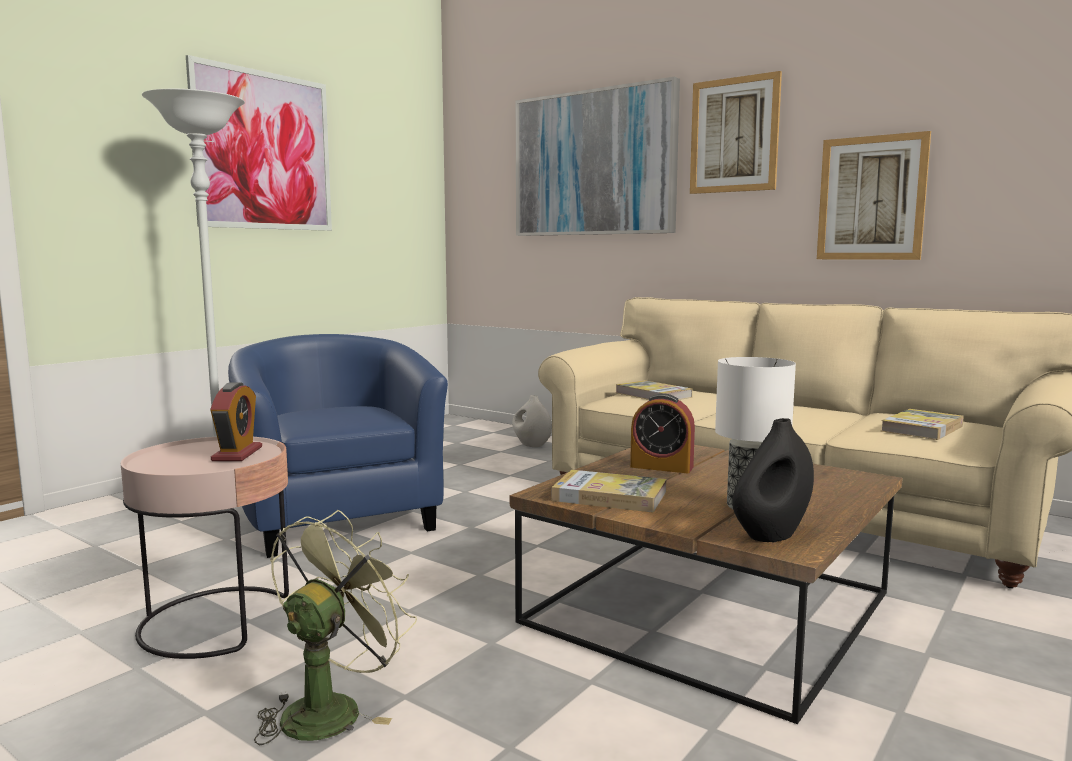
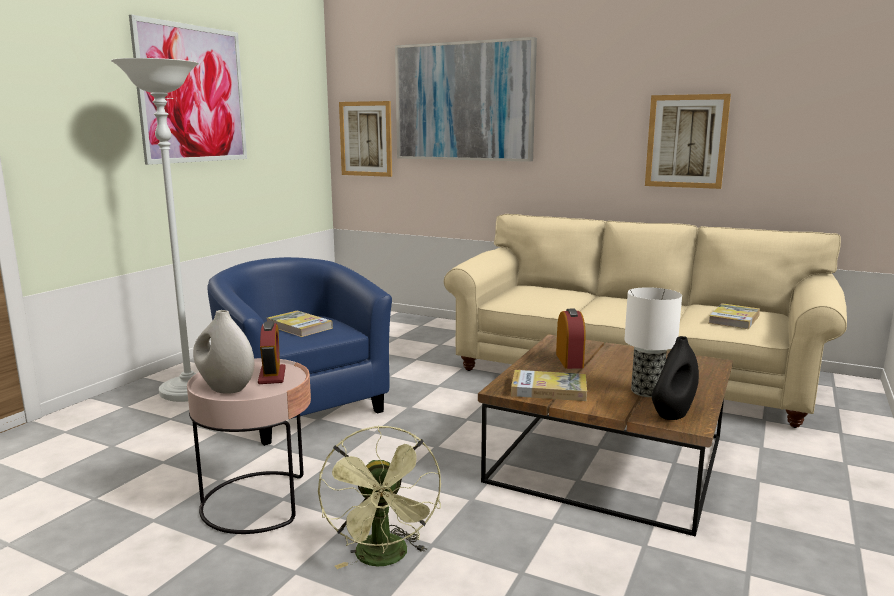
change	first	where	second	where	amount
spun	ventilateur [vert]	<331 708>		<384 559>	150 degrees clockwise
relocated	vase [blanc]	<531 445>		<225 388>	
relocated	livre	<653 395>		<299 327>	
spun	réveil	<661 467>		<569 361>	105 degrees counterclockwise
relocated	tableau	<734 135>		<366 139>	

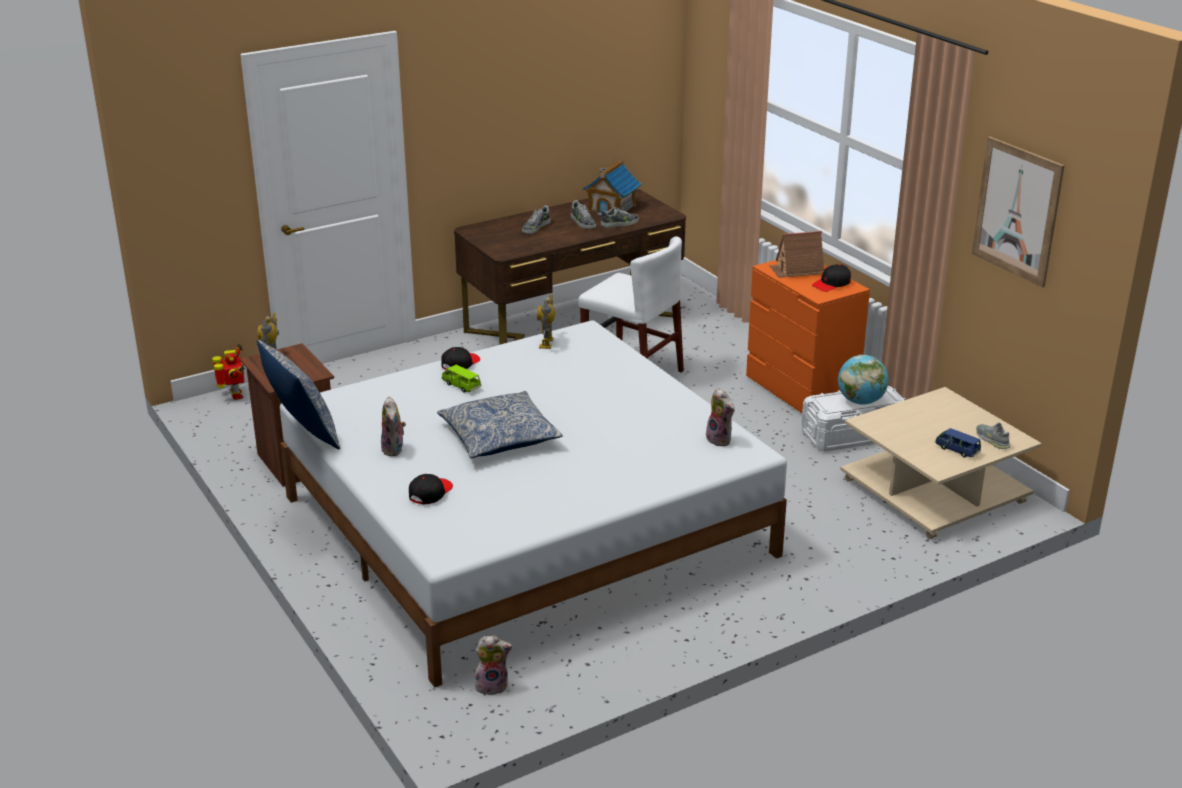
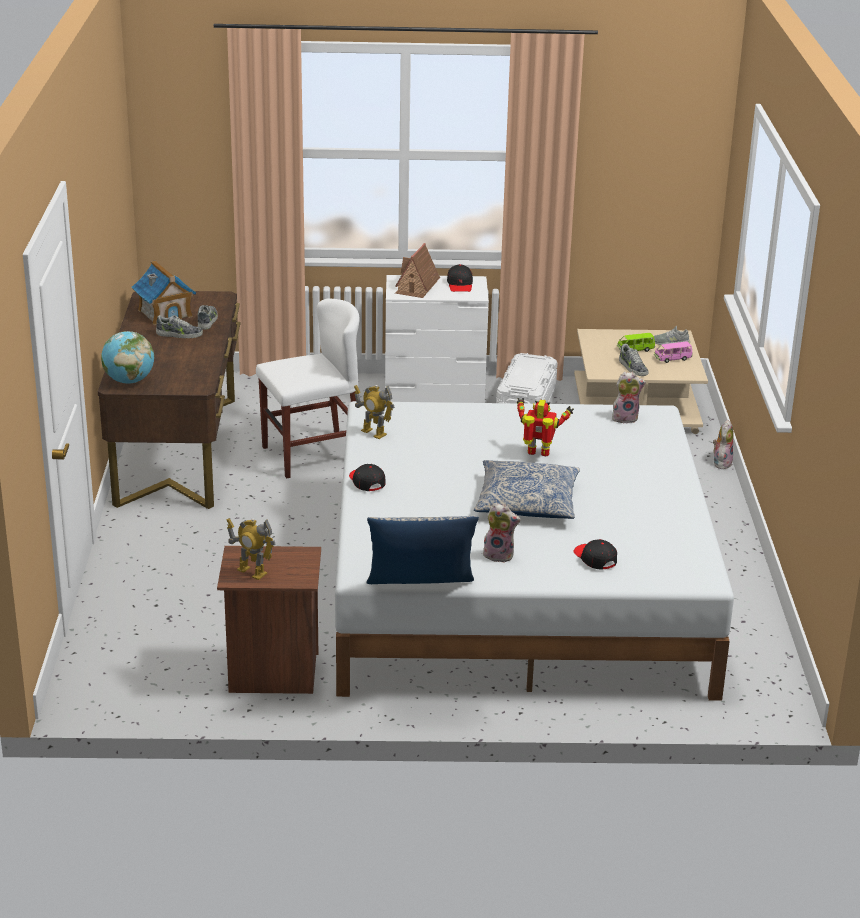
change	first	where	second	where	amount
relocated	robot jouet	<235 396>		<539 454>	
relocated	petite voiture [vert]	<461 386>		<635 350>	
relocated	peluche	<492 685>		<721 463>	
relocated	chaussure	<536 227>		<632 368>	
colour	commode [orange]	<801 391>	commode [blanc]	<434 399>	
relocated	globe	<860 401>		<129 381>	
colour	petite voiture [bleu]	<957 450>	petite voiture [rose]	<672 359>	
missing	tableau	<1017 211>			

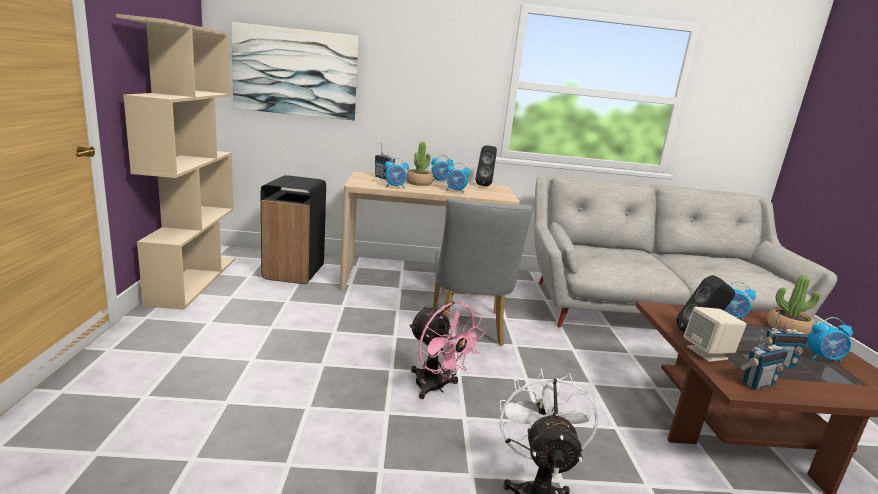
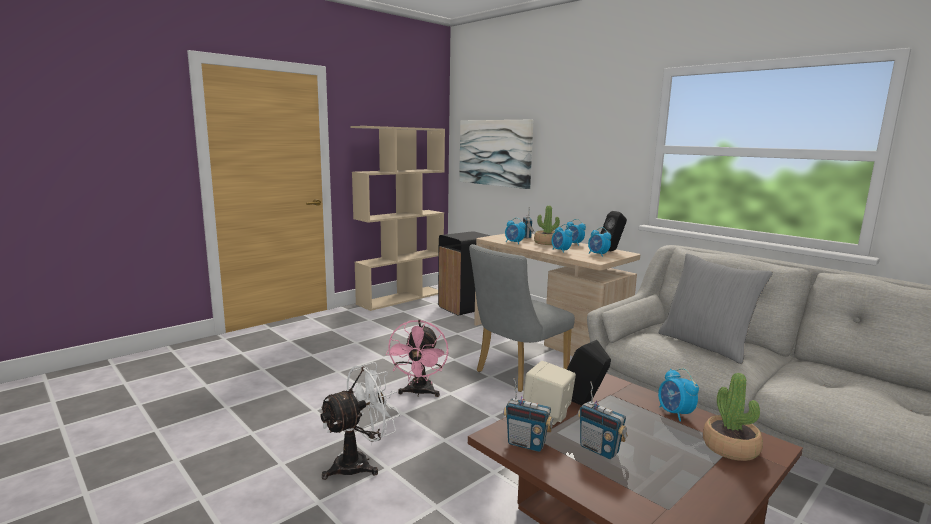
change	first	where	second	where	amount
relocated	réveil	<823 358>		<598 254>	
appeared			coussin [gris]	<706 345>	

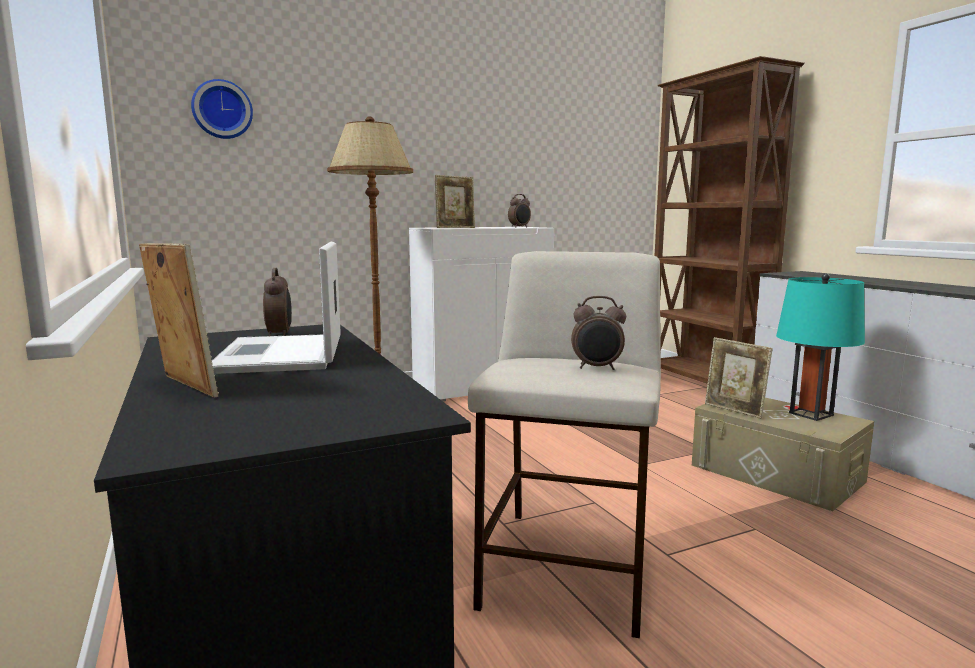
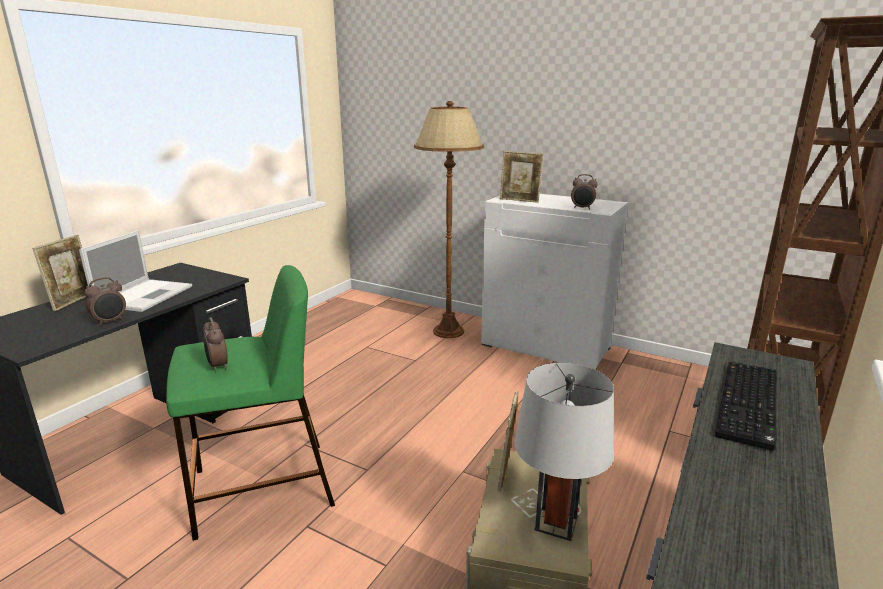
change	first	where	second	where	amount
missing	horloge murale	<222 110>			
spun	ordinateur portable	<282 355>		<145 295>	150 degrees clockwise
relocated	réveil	<280 335>		<110 321>	
colour	tabouret [beige]	<568 568>	tabouret [vert]	<261 488>	
colour	lampe de table [turquoise]	<811 414>	lampe de table [gris]	<556 523>	
appeared			clavier	<750 405>	

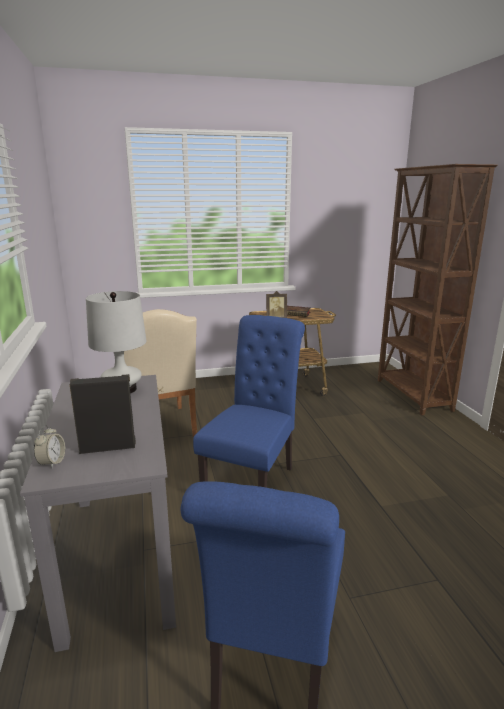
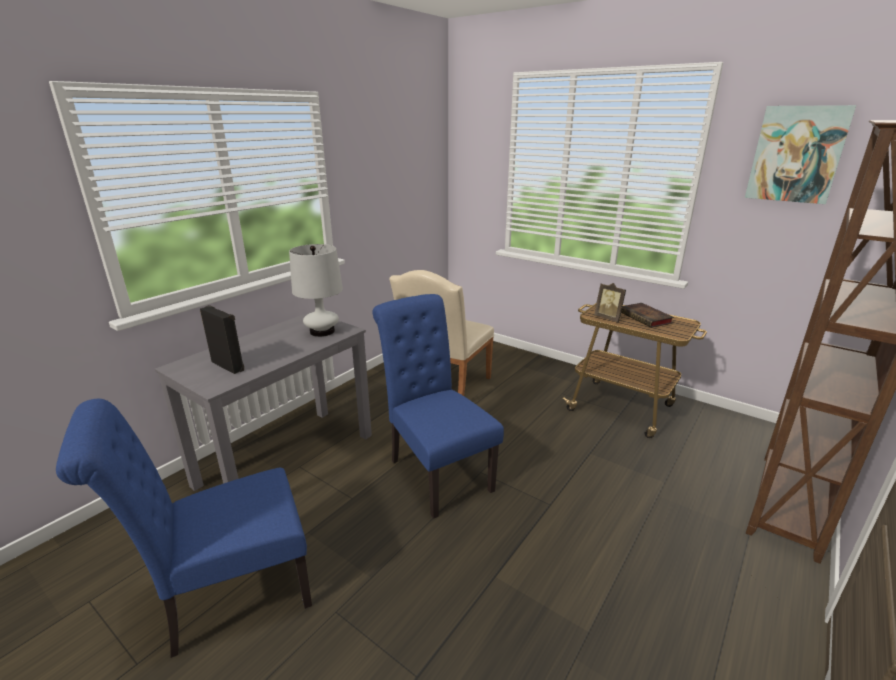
change	first	where	second	where	amount
missing	réveil	<52 462>			
spun	chaise [bleu]	<253 480>		<436 471>	105 degrees counterclockwise
appeared			tableau	<796 154>	

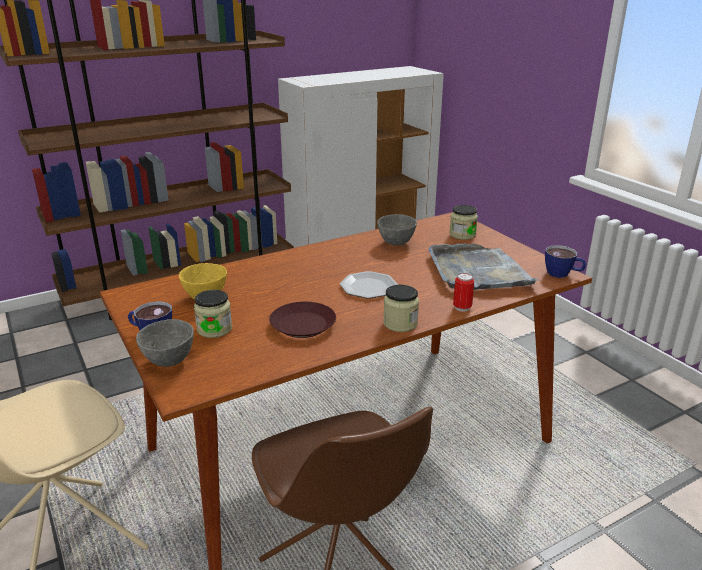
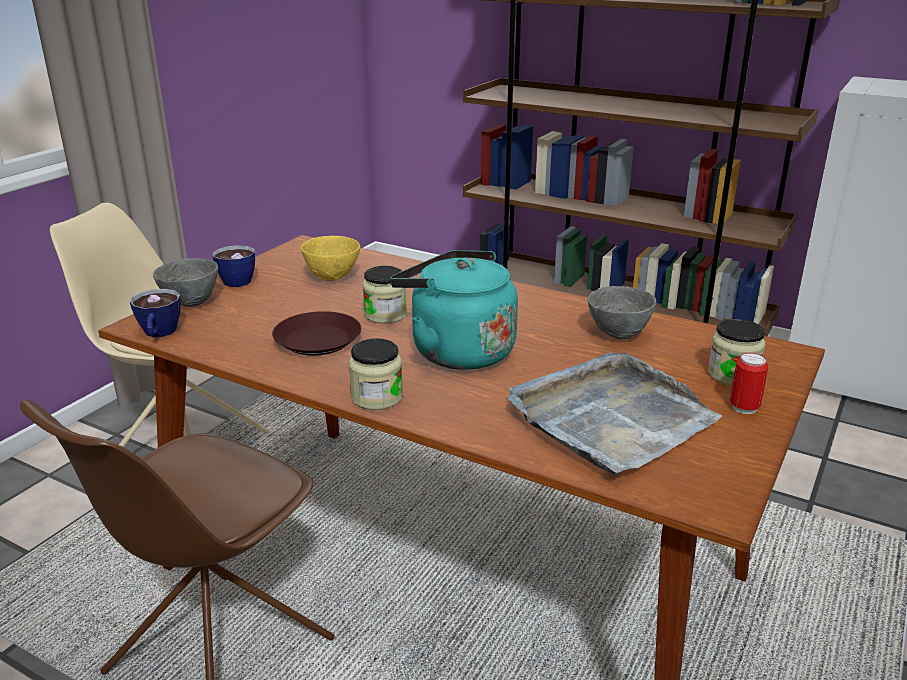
change	first	where	second	where	amount
relocated	bocal	<214 329>		<385 315>	
exchanged	assiette	<368 287>	bouilloire [turquoise]	<457 351>	
relocated	boîte métallique	<462 308>		<744 408>	
relocated	tasse	<563 274>		<159 334>	

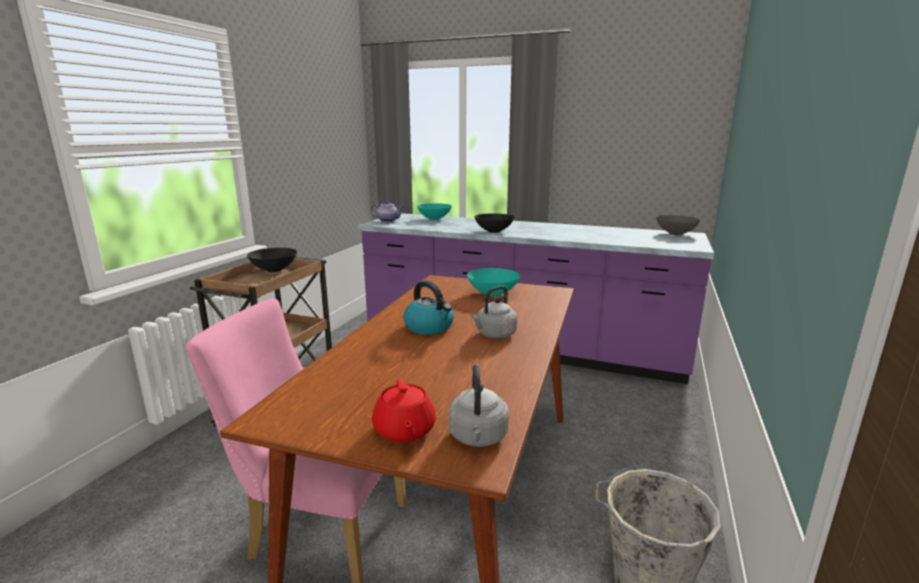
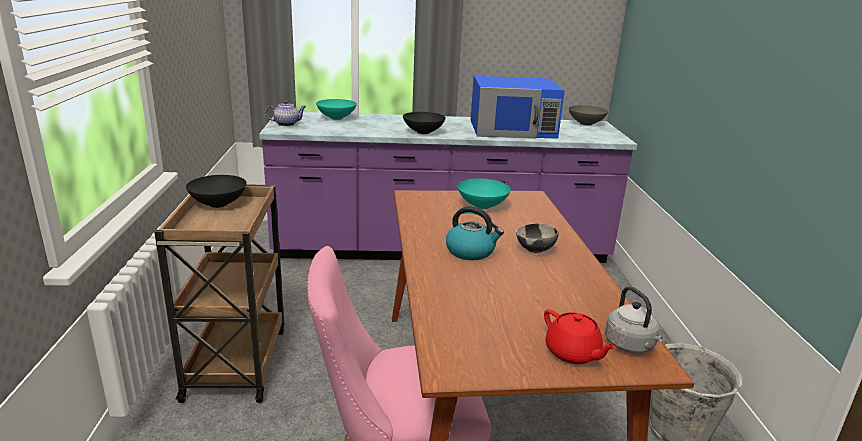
change	first	where	second	where	amount
exchanged	bouilloire [gris]	<494 334>	bol	<535 250>	
appeared			micro-ondes [bleu]	<513 129>	

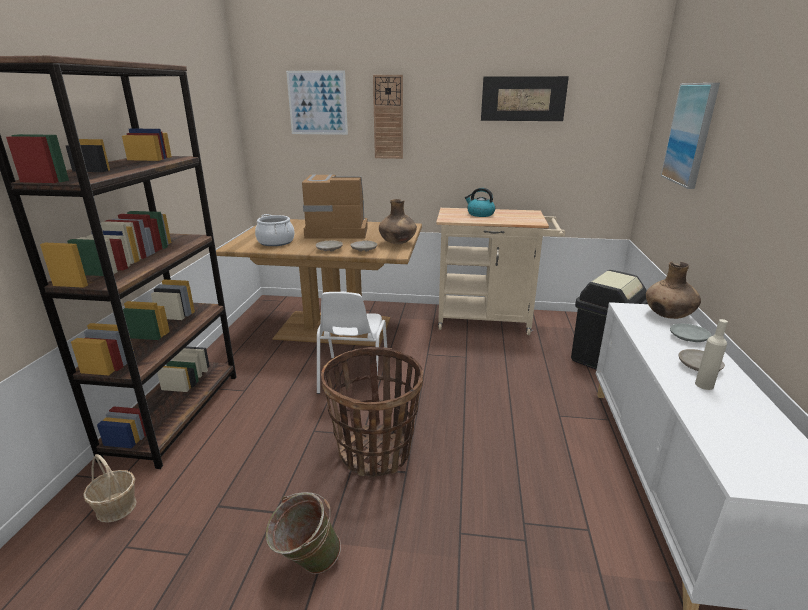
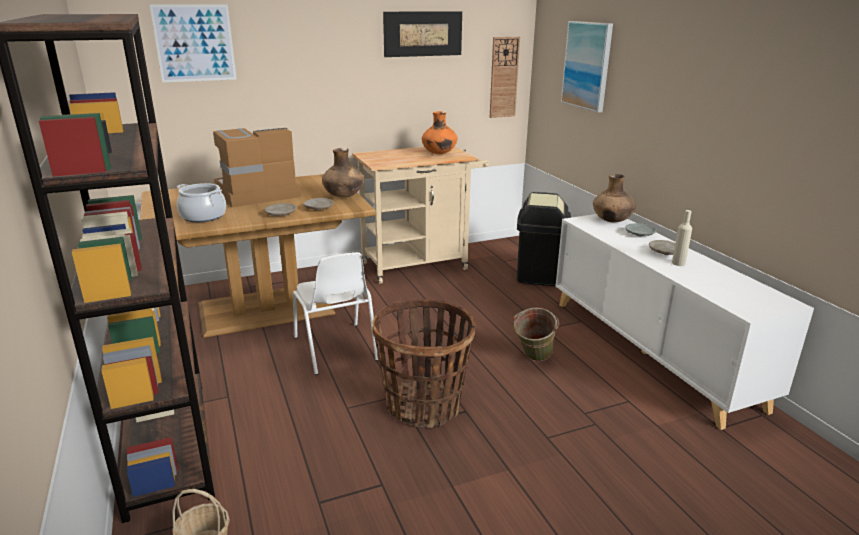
change	first	where	second	where	amount
relocated	seau [vert]	<306 564>		<533 359>	
relocated	horloge murale	<388 117>		<504 77>	
missing	bouilloire	<480 214>			
appeared			vase [orange]	<439 153>	

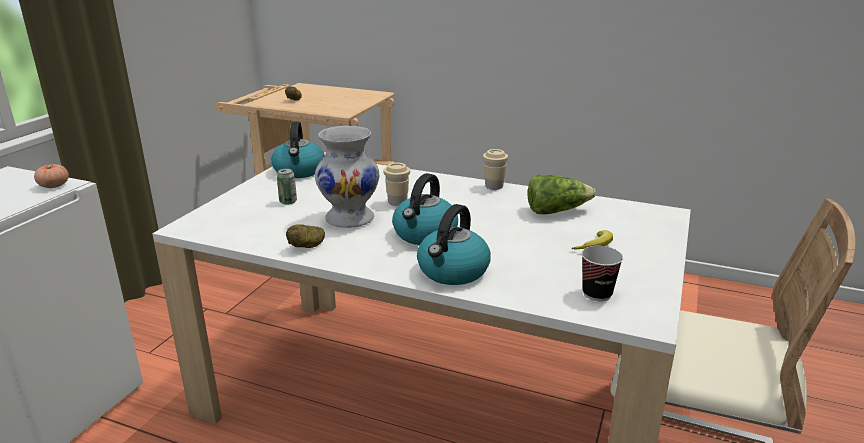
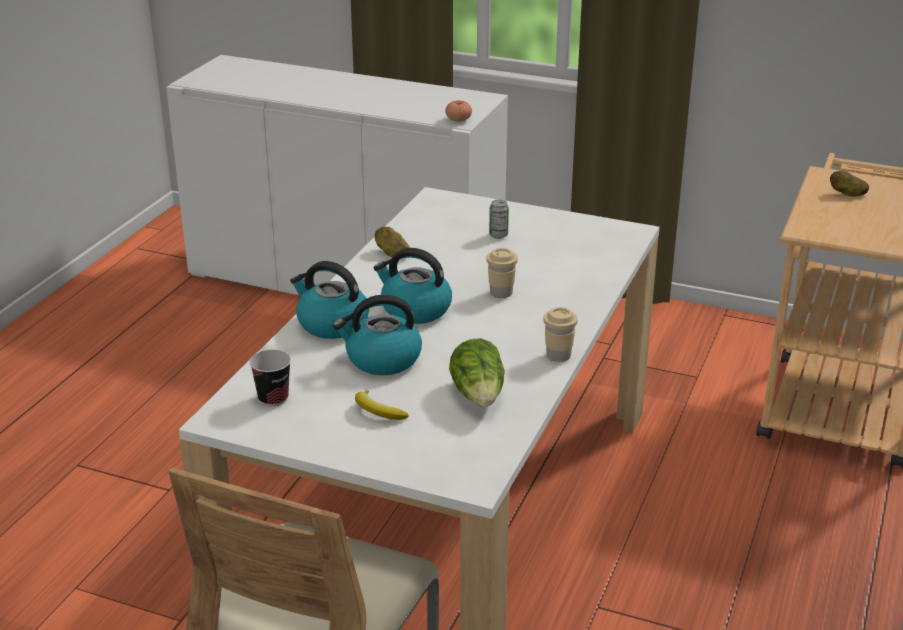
change	first	where	second	where	amount
relocated	bouilloire	<299 171>		<382 360>	
missing	vase [blanc]	<350 218>			

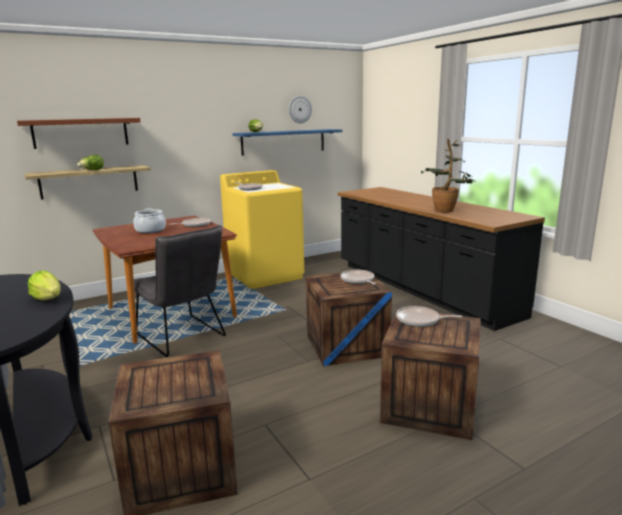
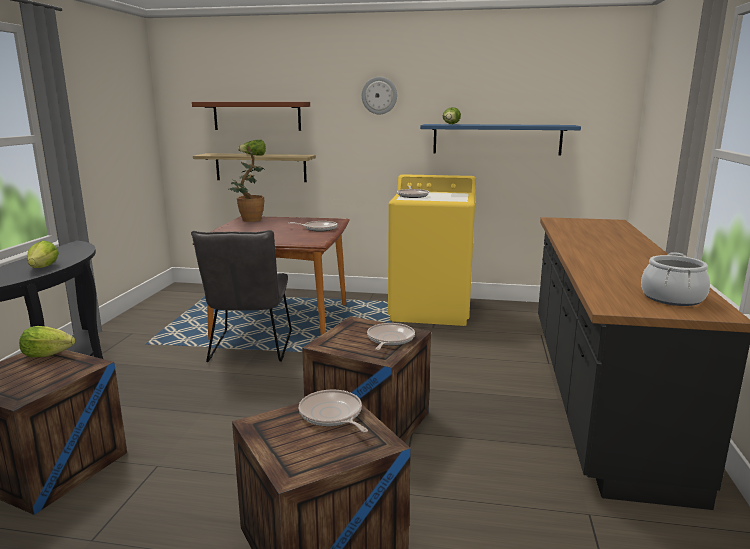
change	first	where	second	where	amount
relocated	marmite	<150 230>		<672 298>	
relocated	horloge murale	<299 109>		<379 95>	
relocated	plante en pot	<446 211>		<248 220>	
appeared			laitue	<47 355>	

